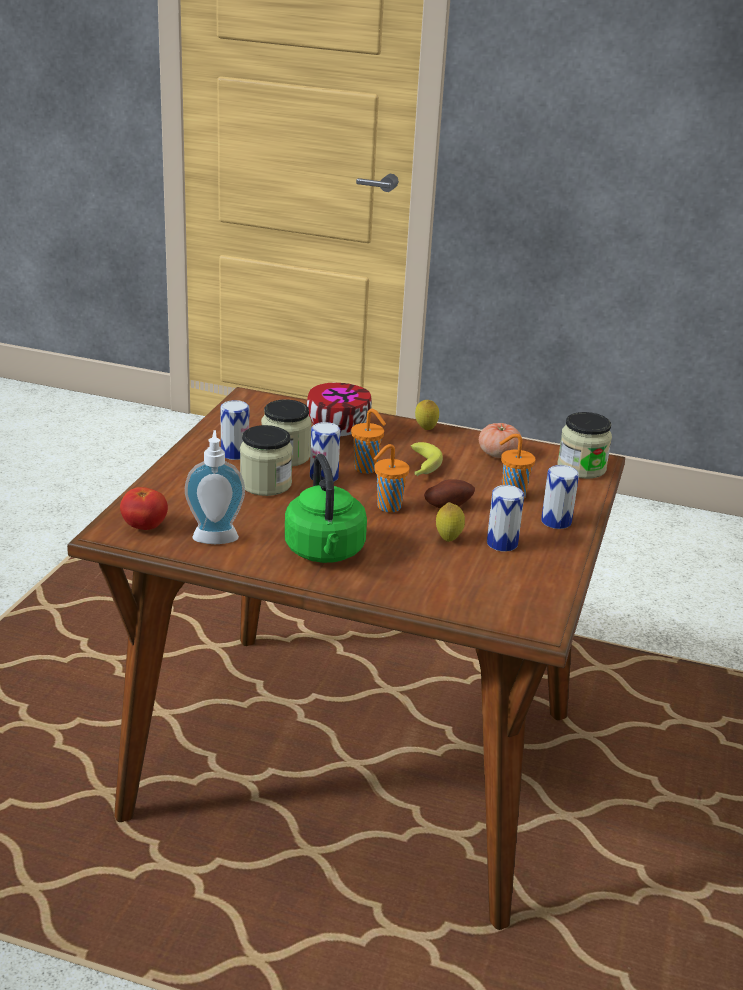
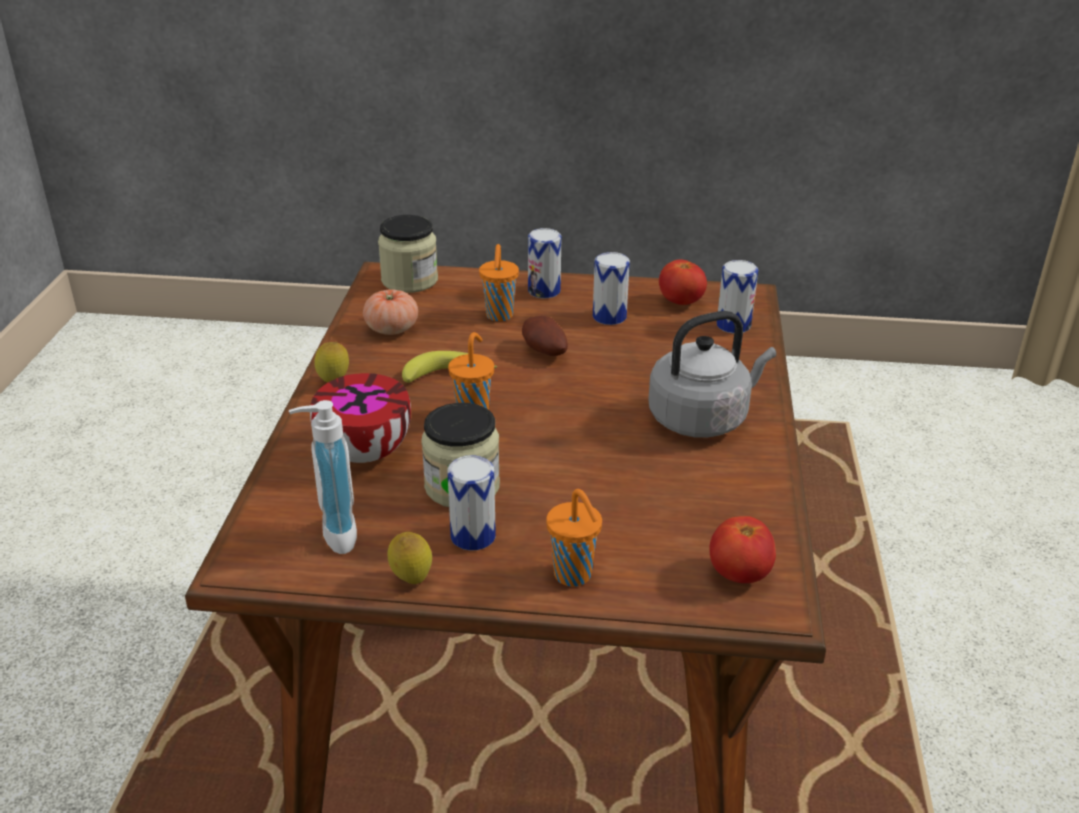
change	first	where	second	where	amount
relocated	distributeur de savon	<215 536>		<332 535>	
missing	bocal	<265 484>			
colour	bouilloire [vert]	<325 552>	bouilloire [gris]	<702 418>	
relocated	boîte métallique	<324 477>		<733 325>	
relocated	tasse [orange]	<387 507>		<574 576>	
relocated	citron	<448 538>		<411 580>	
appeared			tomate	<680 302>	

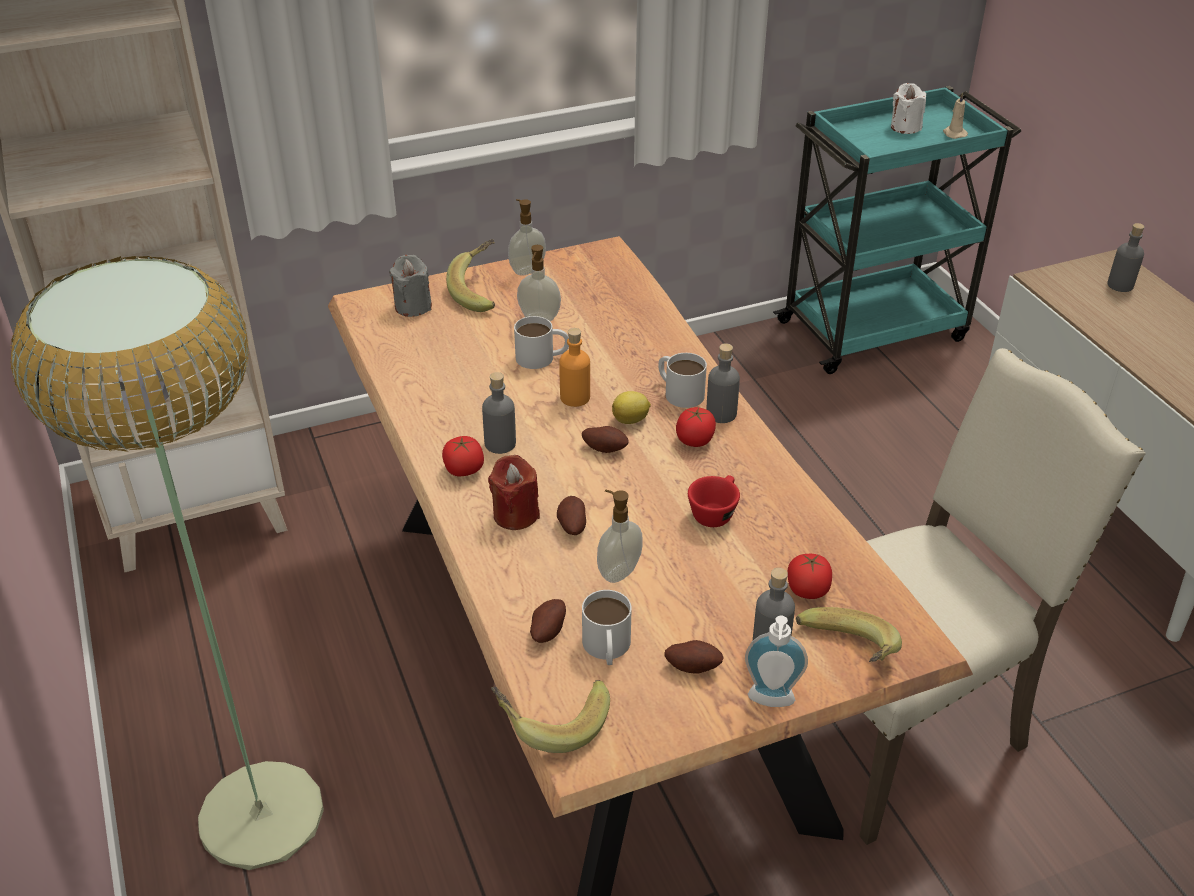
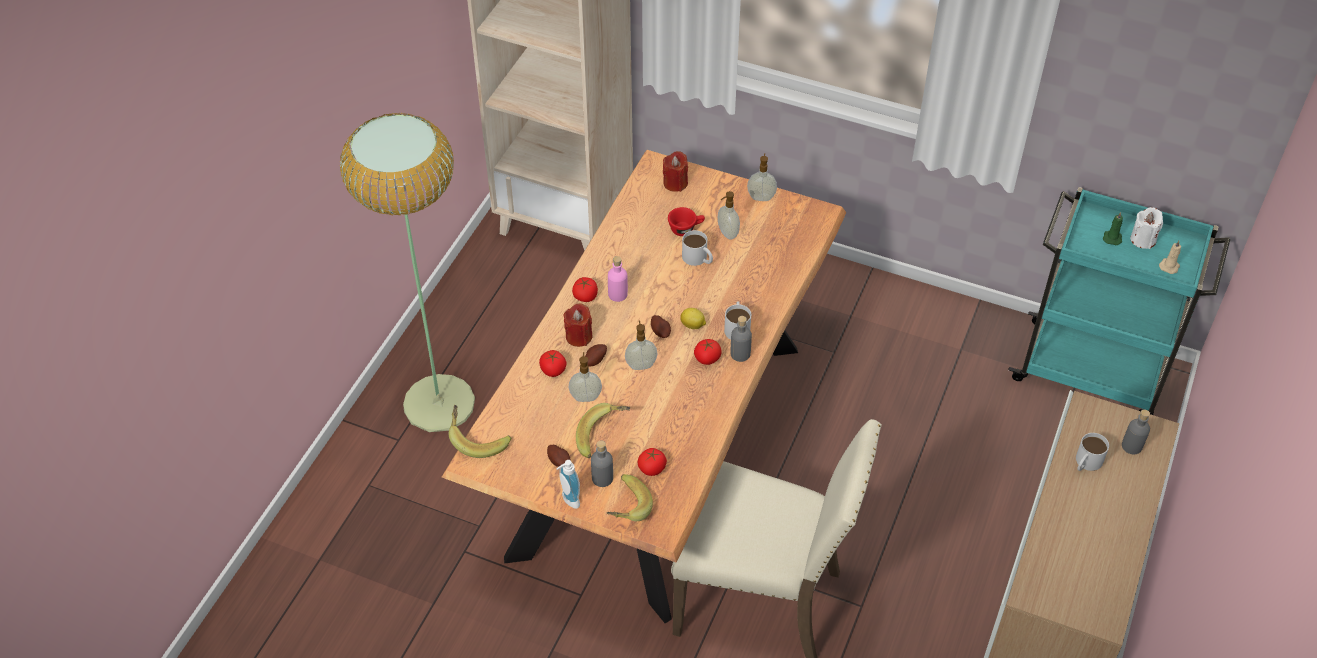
change	first	where	second	where	amount
colour	bougie [gris]	<413 306>	bougie [rouge]	<675 183>	
relocated	banane	<482 292>		<603 437>	
colour	bouteille [gris]	<500 444>	bouteille [rose]	<618 294>	
missing	pomme de terre	<547 631>			
missing	bouteille [orange]	<575 397>			
relocated	mug [blanc]	<607 649>		<1086 463>	
relocated	tasse [rouge]	<714 512>		<686 229>	
appeared			tomate	<553 370>	
appeared			distributeur de savon	<641 365>	
appeared			bougie [vert]	<1112 237>	

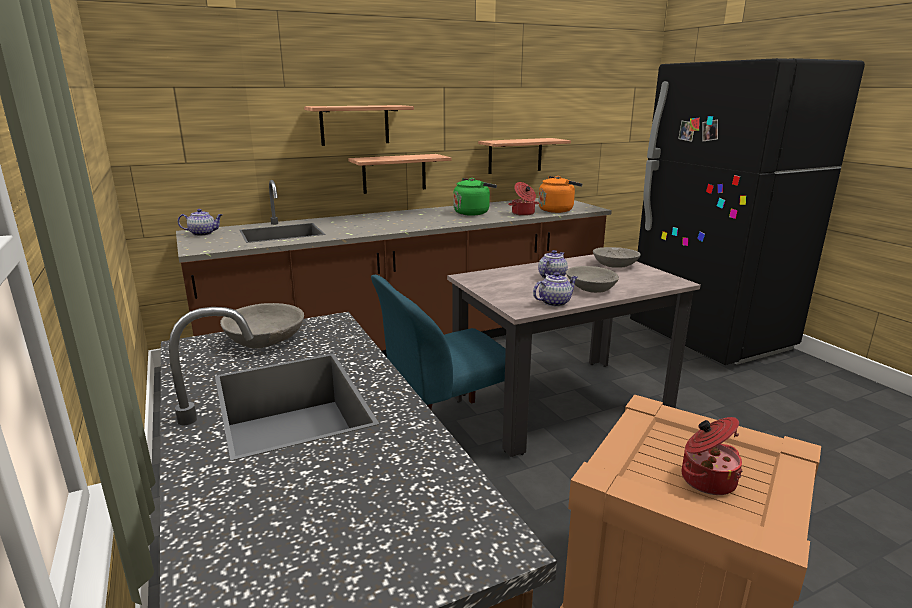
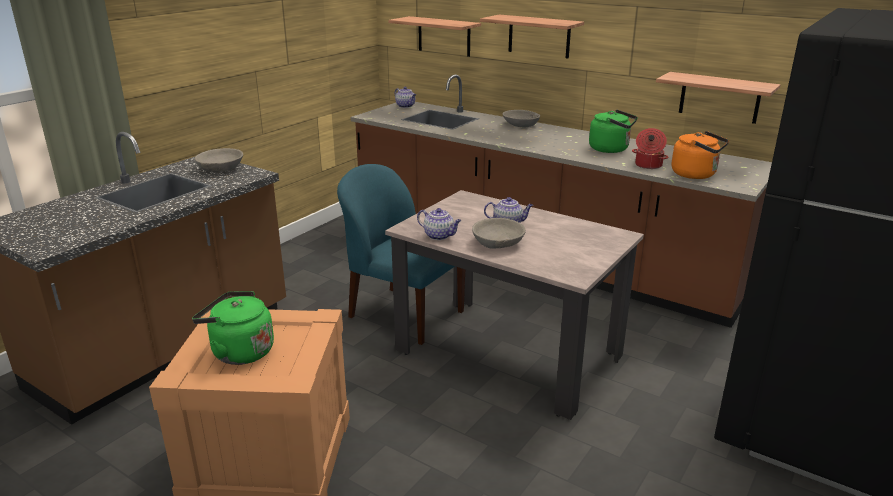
change	first	where	second	where	amount
relocated	étagère	<394 173>		<444 36>	
relocated	bol [gris]	<615 265>		<520 125>	
exchanged	marmite	<706 479>	bouilloire [vert]	<239 352>	

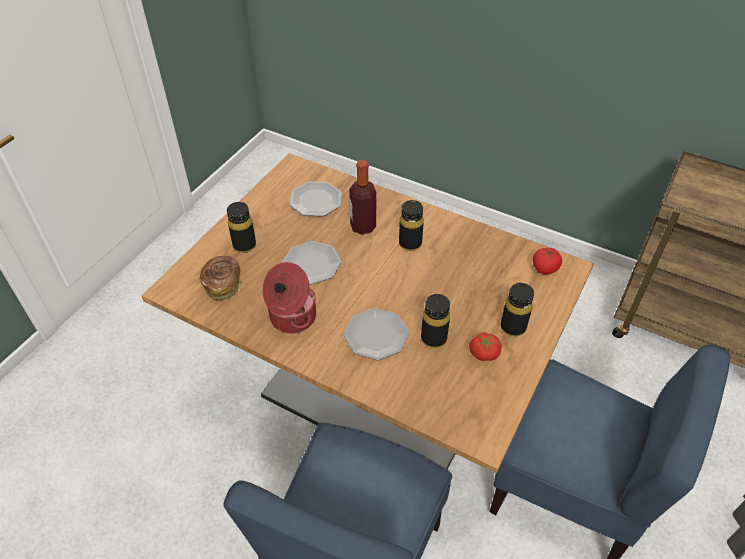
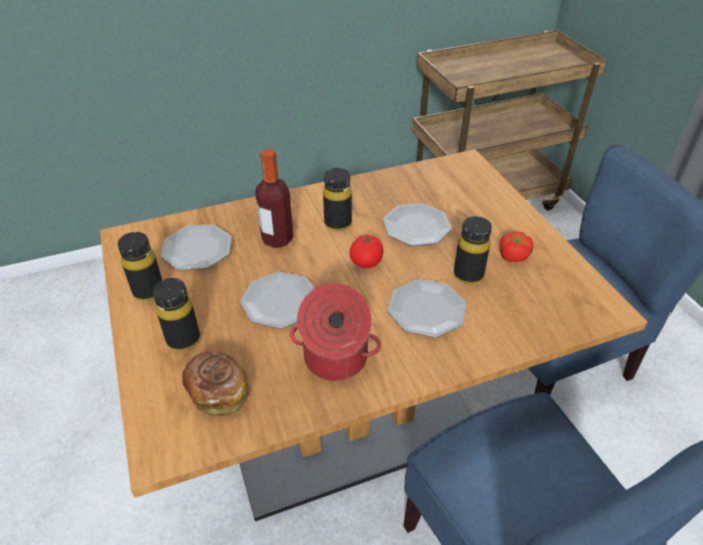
change	first	where	second	where	amount
relocated	bouteille [noir]	<513 327>		<148 291>	
relocated	tomate	<545 268>		<366 262>	
appeared			assiette	<417 227>	

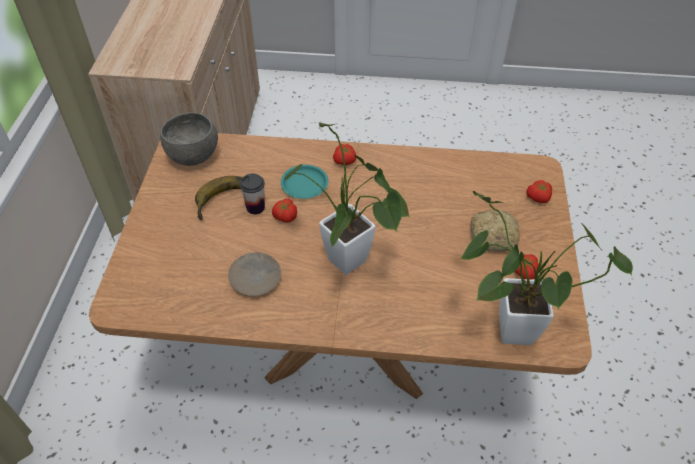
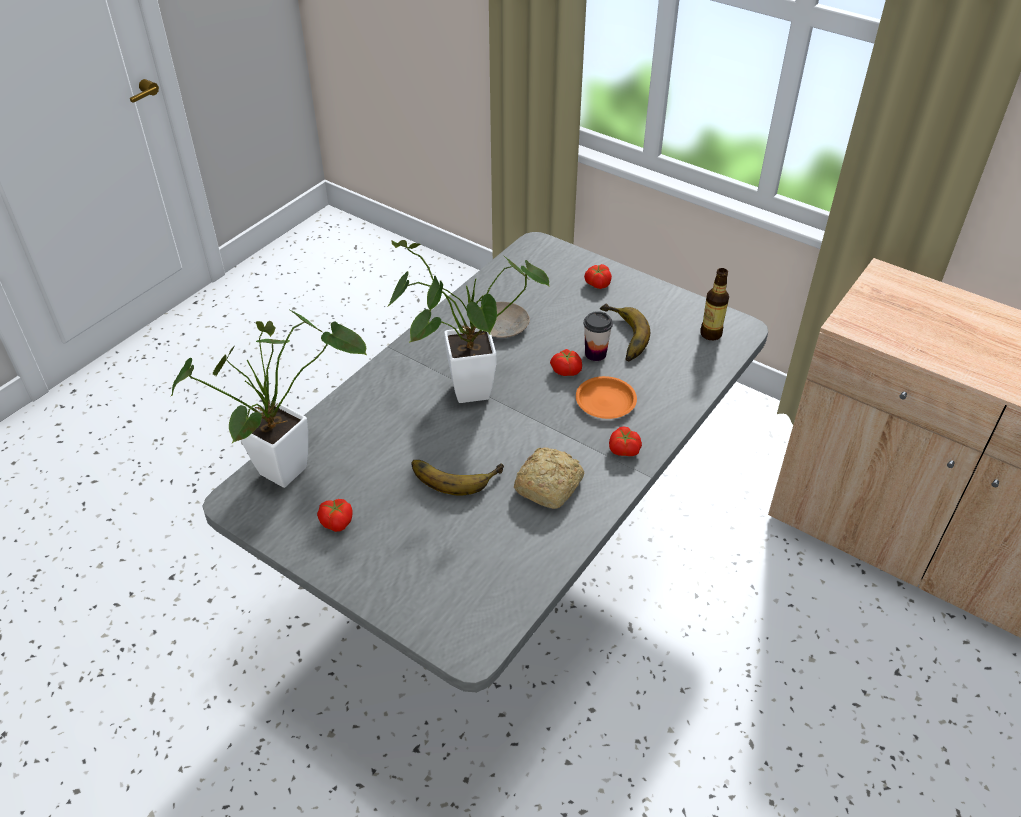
change	first	where	second	where	amount
colour	table à manger [marron]	<346 344>	table à manger [gris]	<509 565>	
exchanged	bol [gris]	<194 156>	bouteille	<711 334>	
colour	assiette [turquoise]	<304 184>	assiette [orange]	<606 401>	
relocated	pain	<491 237>		<550 485>	
relocated	tomate	<538 198>		<597 284>	
appeared			banane	<455 473>	

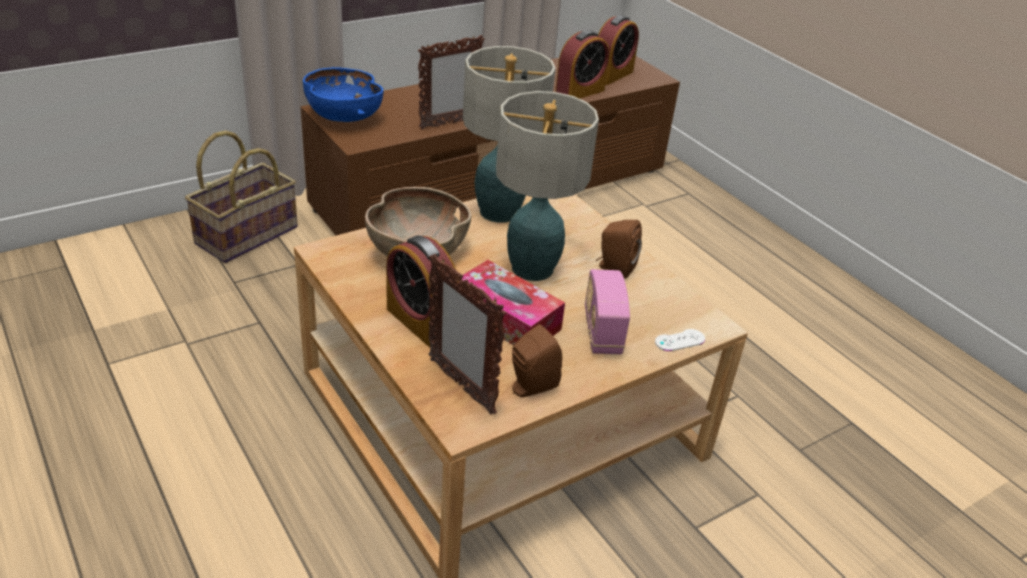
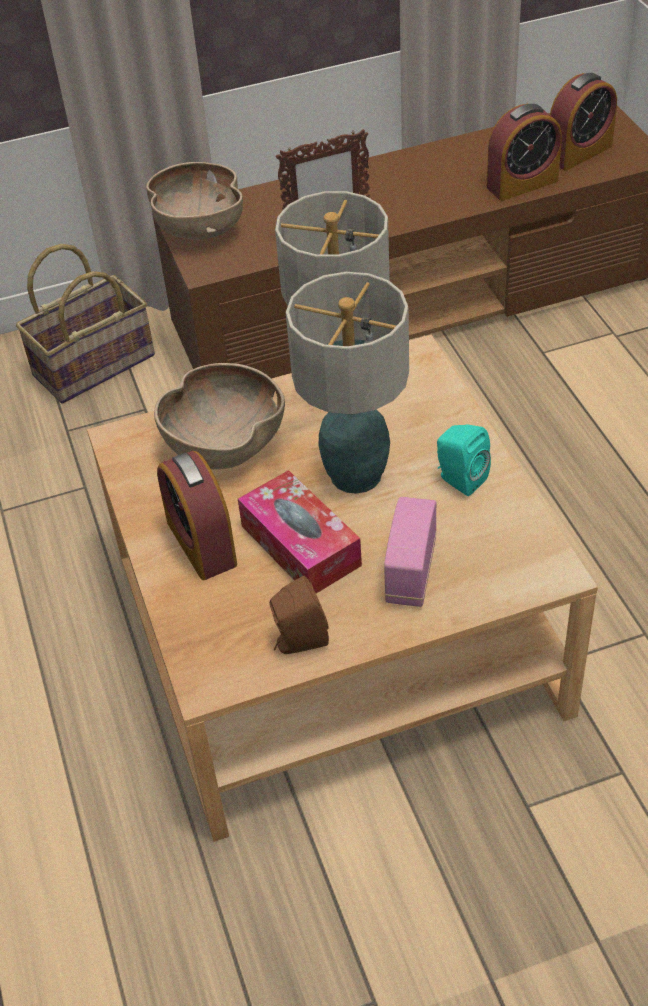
change	first	where	second	where	amount
colour	bol [bleu]	<343 117>	bol [marron]	<199 228>	
missing	cadre photo	<461 385>			
colour	enceinte [marron]	<614 268>	enceinte [turquoise]	<459 479>	
missing	manette [blanc]	<679 340>			

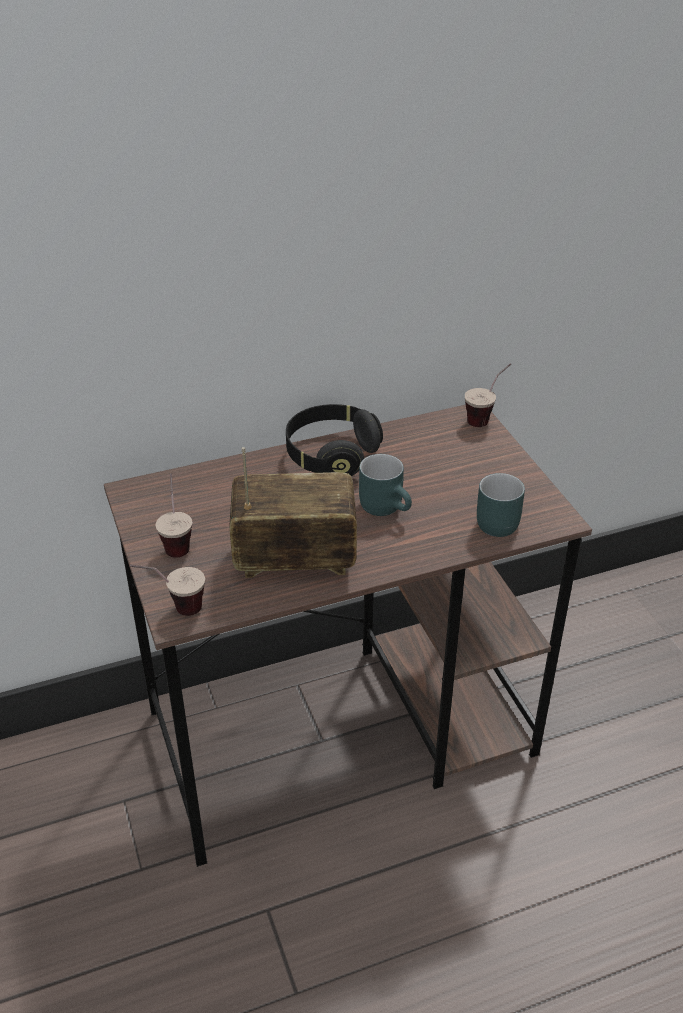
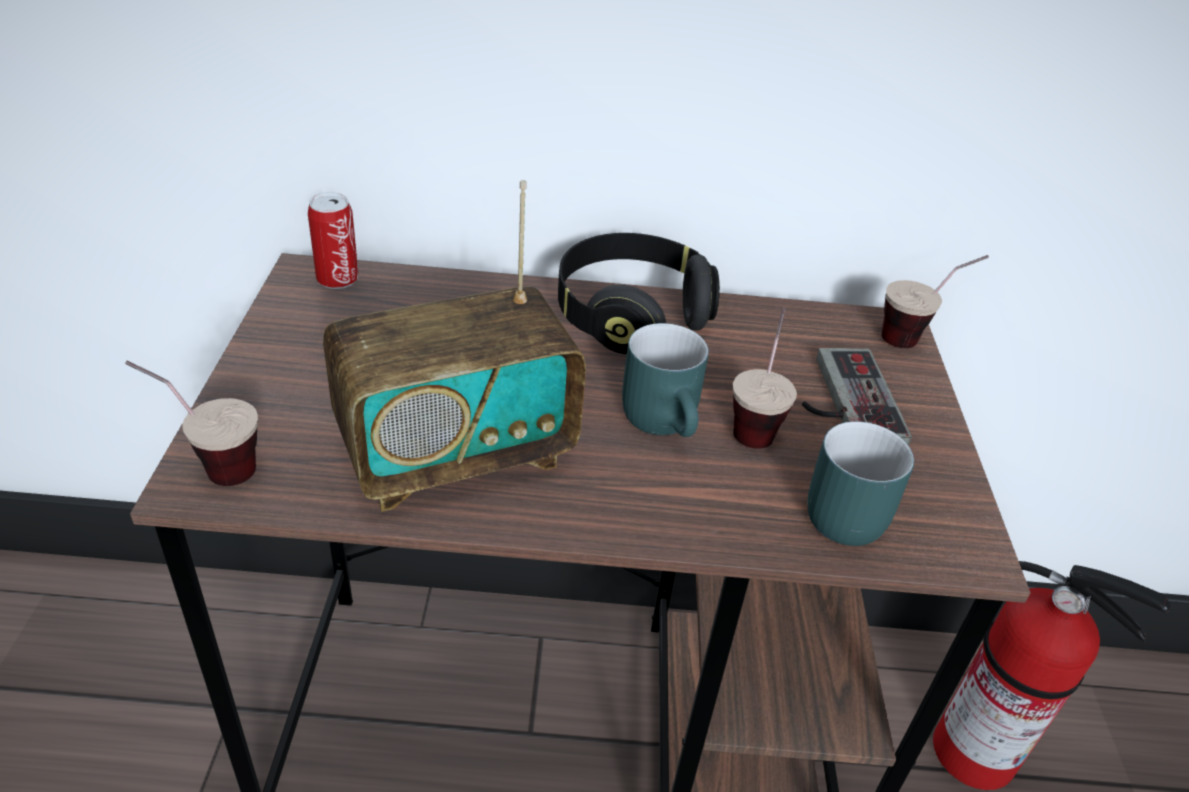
change	first	where	second	where	amount
relocated	tasse	<177 540>		<757 420>	
spun	radio	<295 560>		<456 455>	135 degrees clockwise
appeared			boîte métallique	<337 279>	
appeared			manette	<842 400>	
appeared			extincteur	<977 752>	

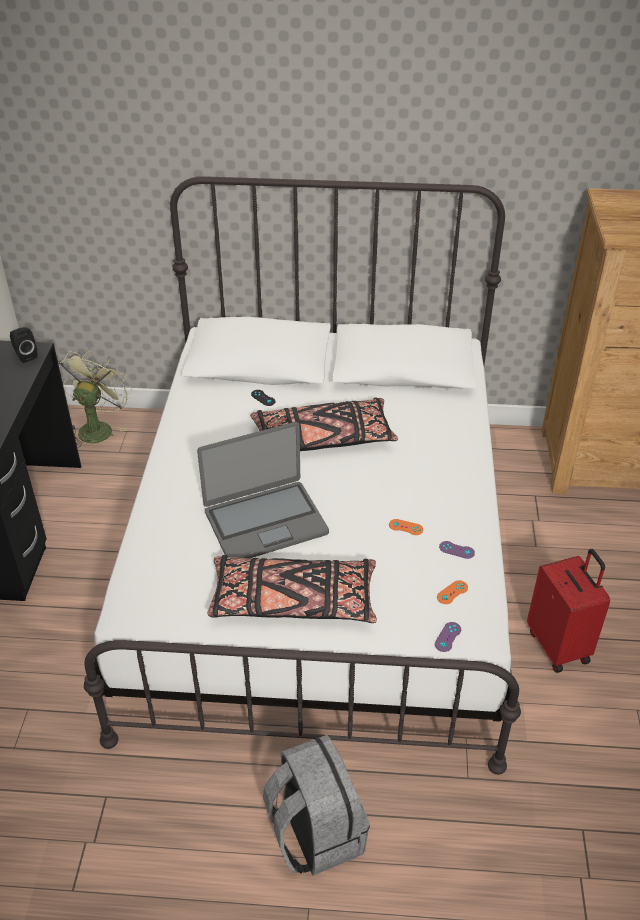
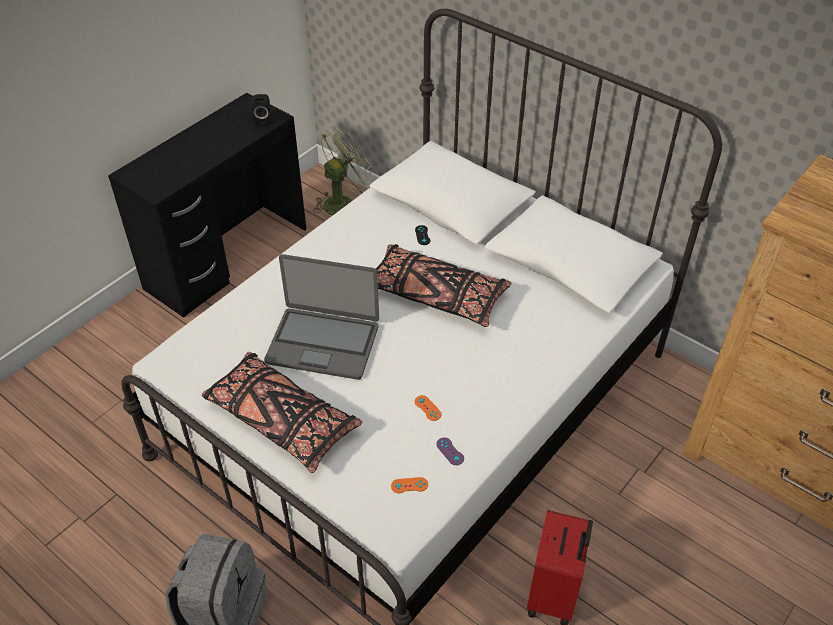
change	first	where	second	where	amount
missing	manette [violet]	<448 637>			

